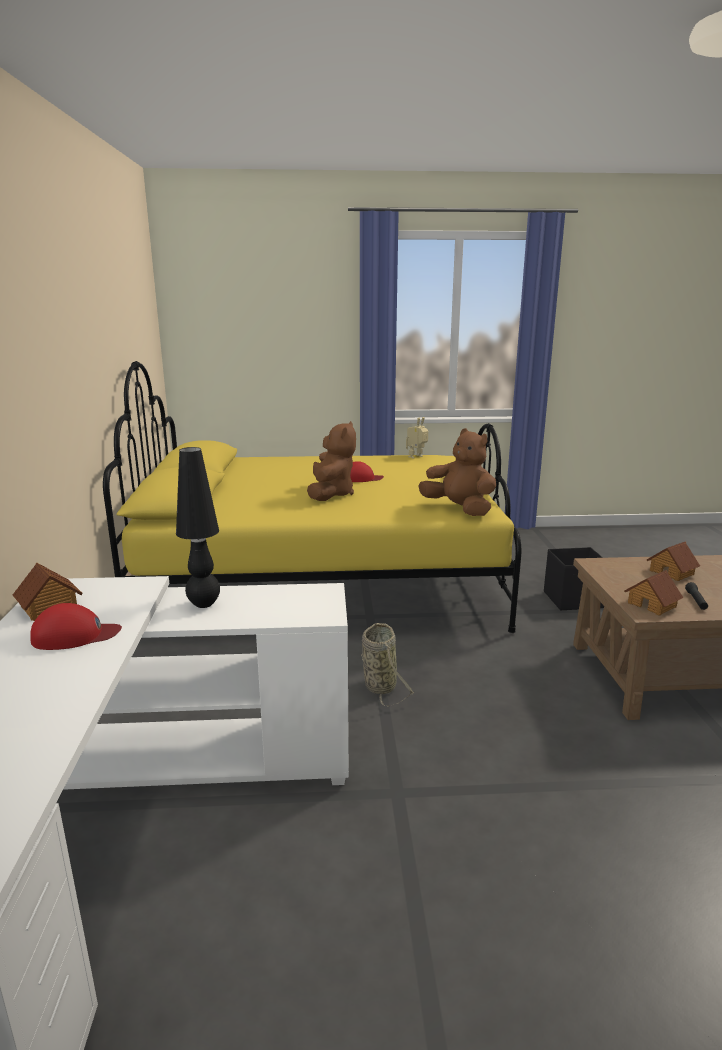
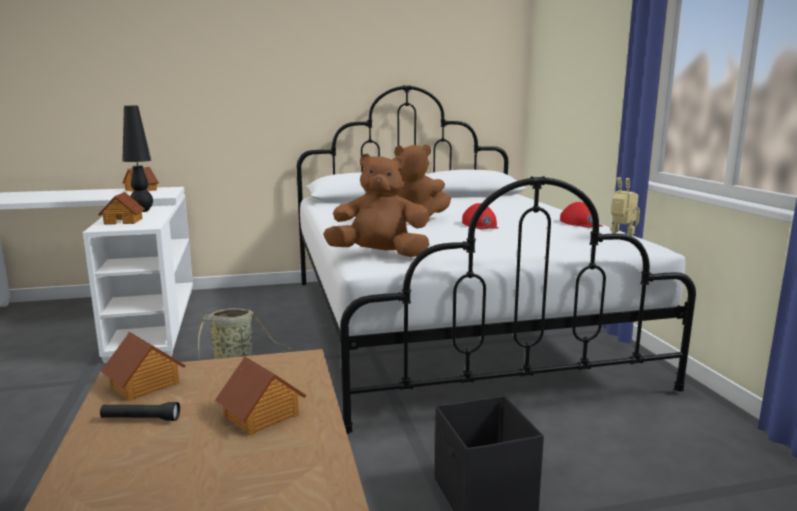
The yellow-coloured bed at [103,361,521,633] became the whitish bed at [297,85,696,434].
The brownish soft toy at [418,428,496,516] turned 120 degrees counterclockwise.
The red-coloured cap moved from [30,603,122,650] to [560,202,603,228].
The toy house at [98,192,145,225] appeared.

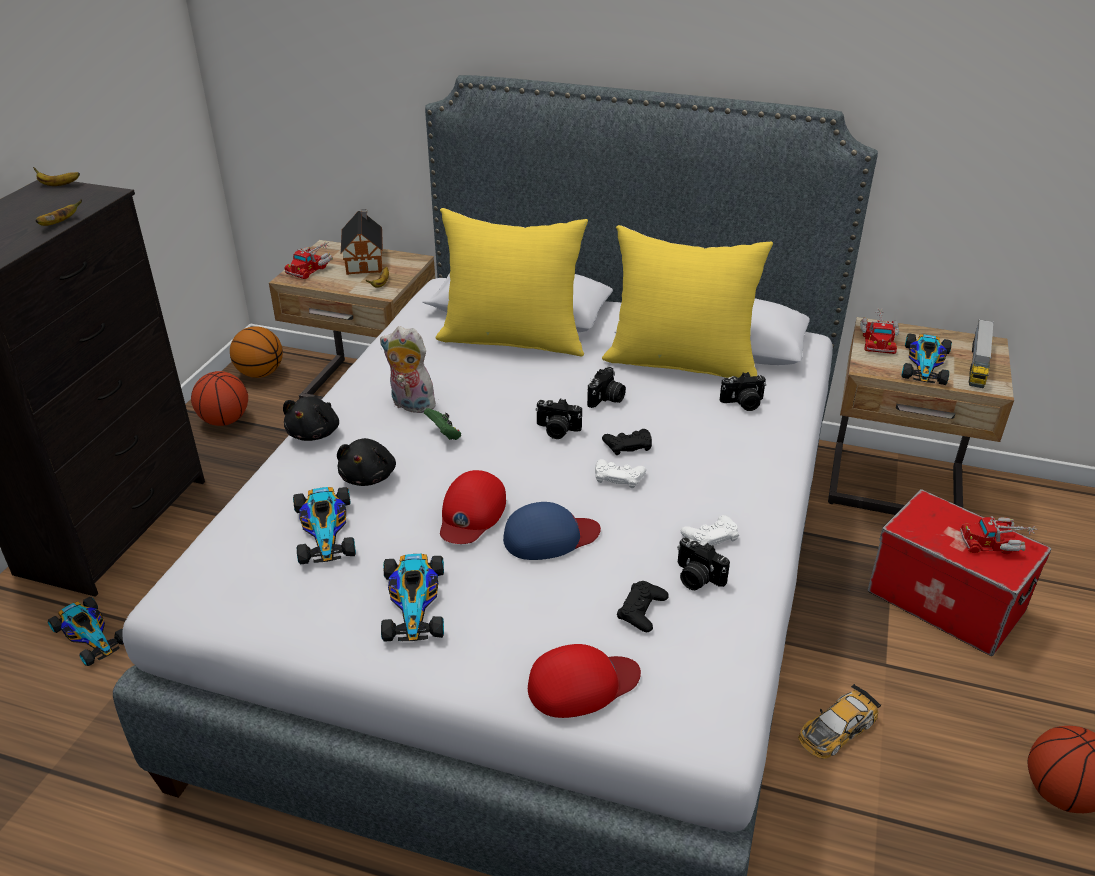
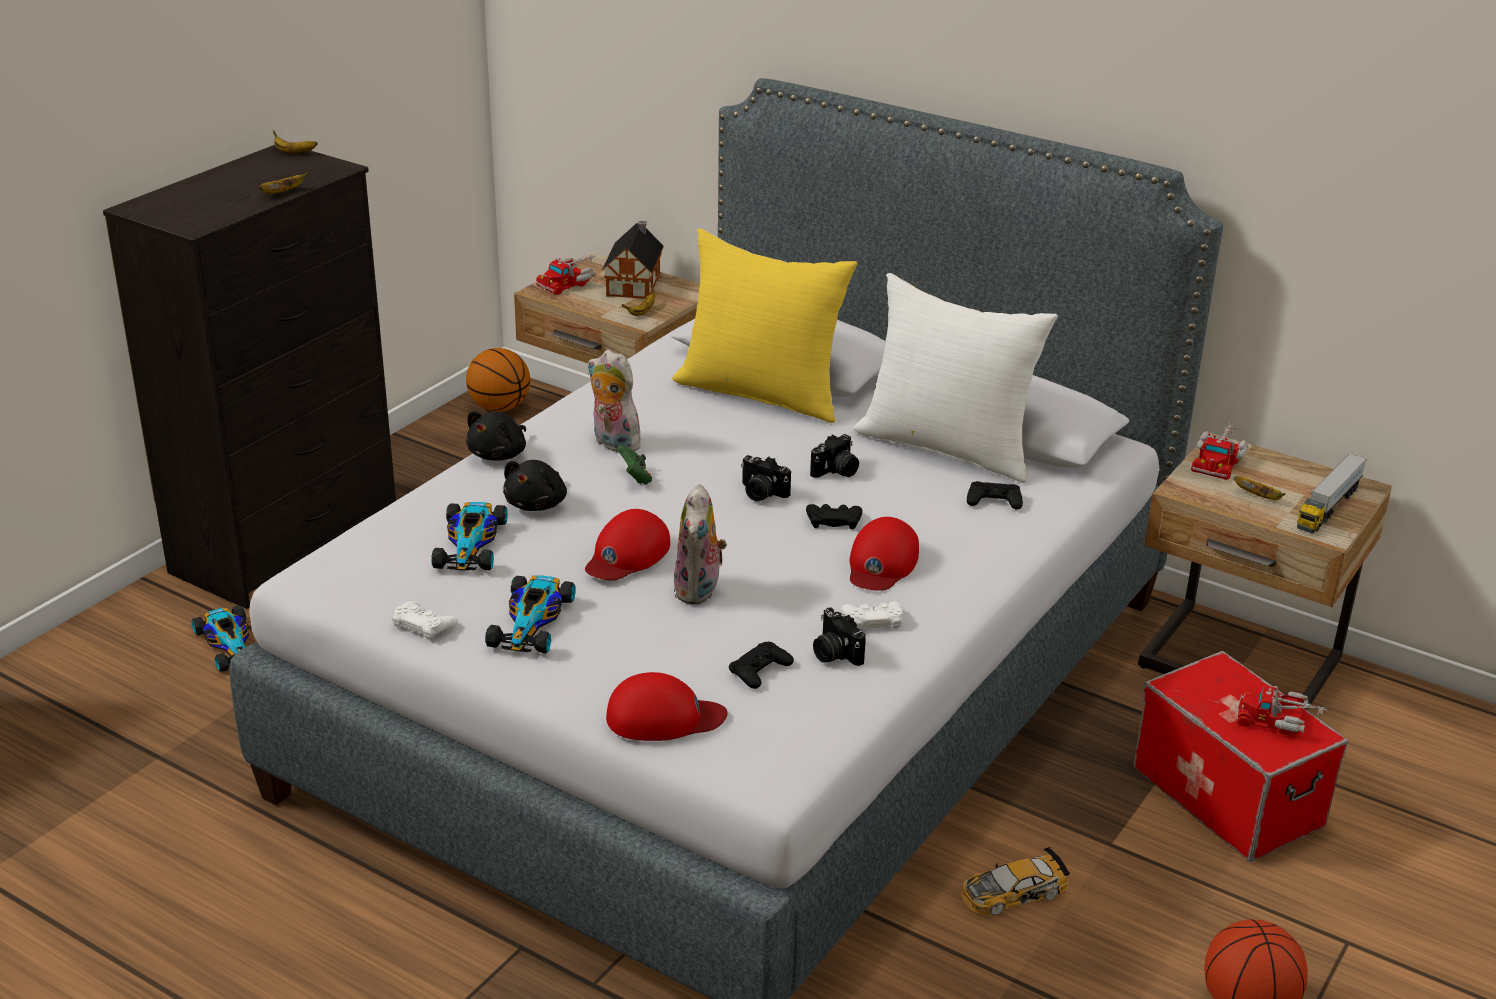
The yellow-coloured cushion at [602,225,773,378] became the whitish cushion at [854,273,1058,483].
The model car at [902,334,952,385] was replaced by the whole banana at [1234,476,1286,500].
The basketball at [191,371,248,426] disappeared.
The photo camera at [720,372,766,411] was replaced by the black game controller at [967,481,1023,510].
The whitish game controller moved from [595,459,646,488] to [391,601,458,640].
The bluish cap at [503,502,601,560] was replaced by the soft toy at [674,484,727,604].
The red-coloured cap at [849,517,919,591] appeared.

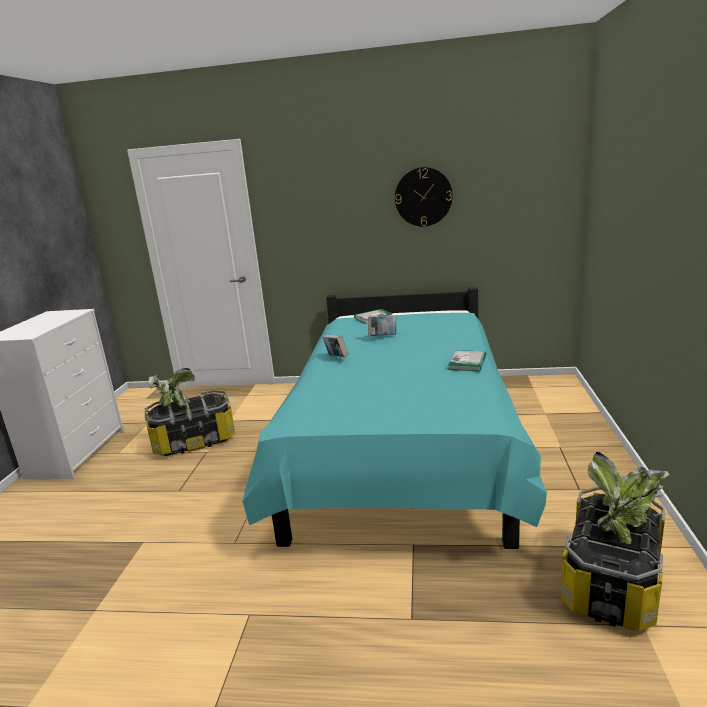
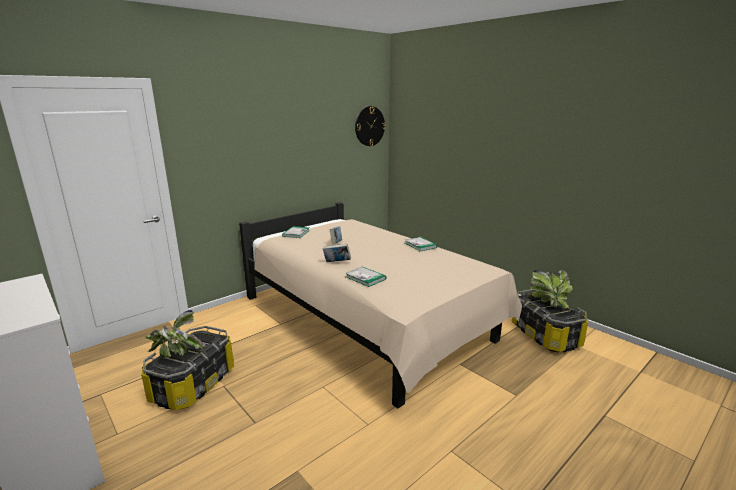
The wall clock moved from [395,167,452,227] to [355,106,386,146].
The blue-green bed at [242,287,547,549] became the beige-coloured bed at [239,202,522,409].
The volume at [345,267,386,287] appeared.

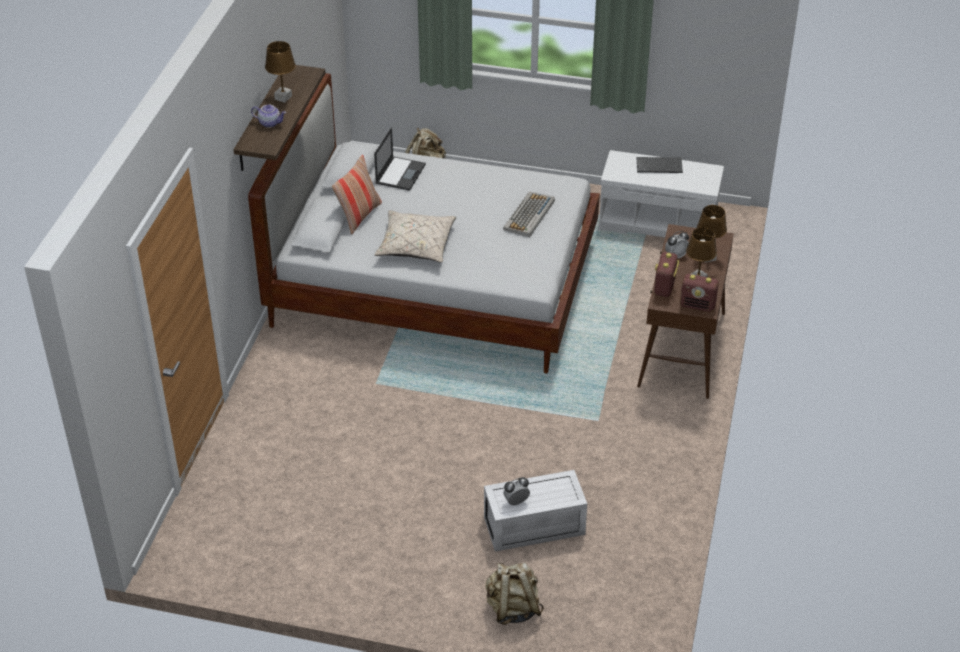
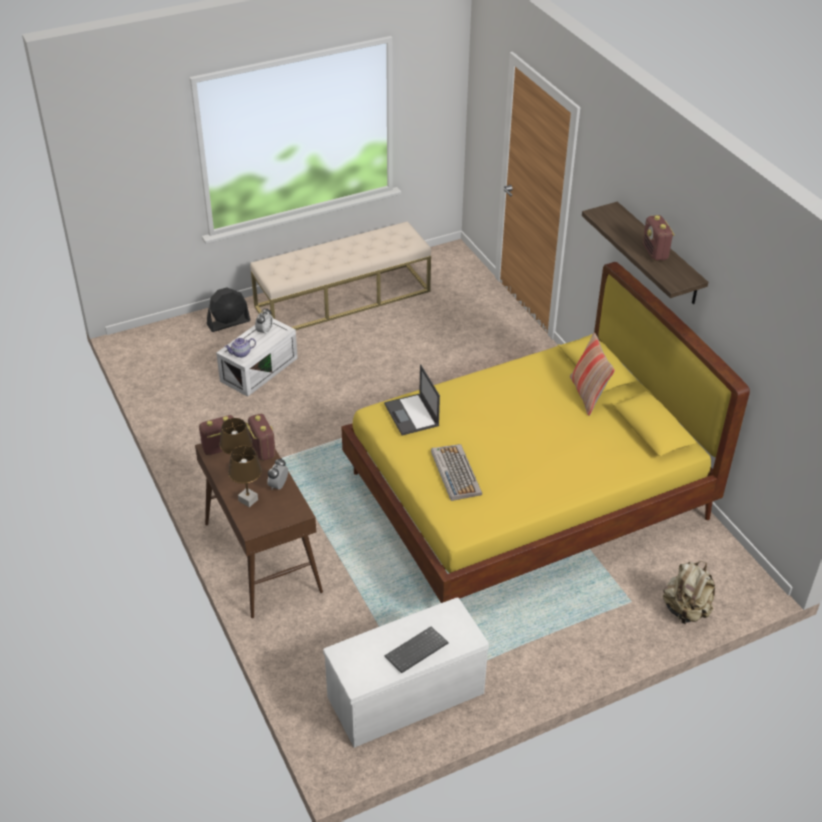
The brownish tabletop lamp at [265,41,296,103] was replaced by the radio at [643,215,675,261].
The whitish bed at [248,73,600,374] became the yellow-coloured bed at [341,262,750,603].
The pot for tea moved from [251,105,286,128] to [224,338,256,358].
The notebook computer moved from [374,127,426,191] to [384,364,440,436].
The beige-coloured cushion at [375,210,456,263] disappeared.
The beige-coloured rucksack at [486,562,544,625] was replaced by the black cooling fan at [207,287,250,332].
The beige-coloured long seat at [250,221,431,330] appeared.

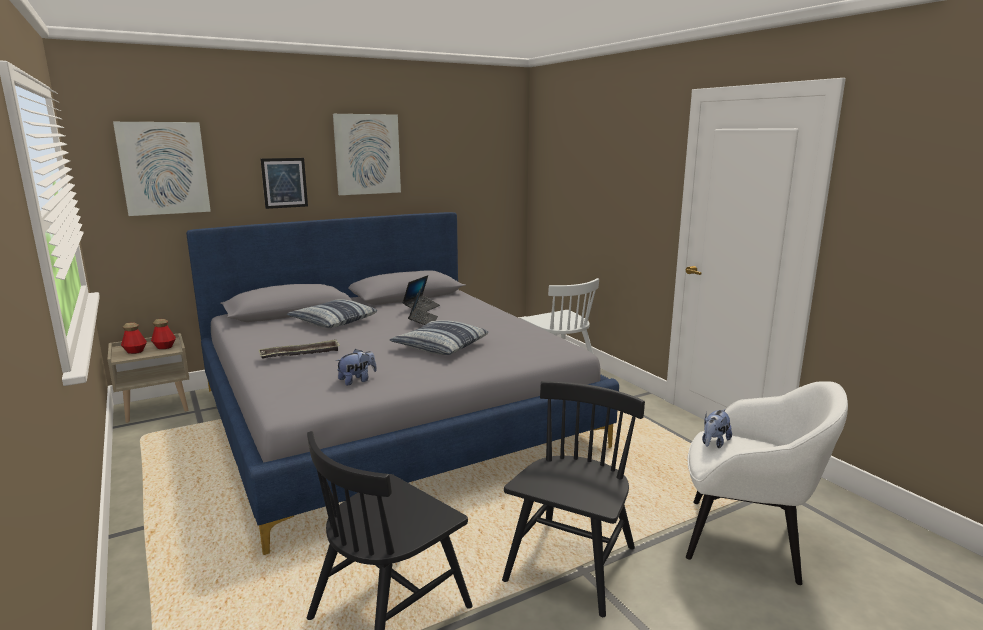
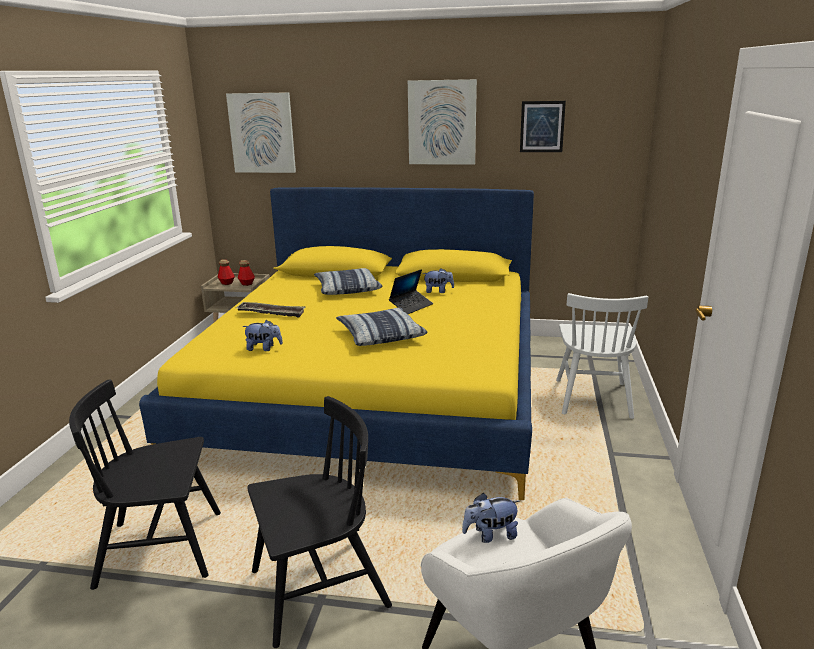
The wall picture moved from [261,158,308,209] to [520,101,566,152].
The gray bed at [186,212,619,555] became the yellow-coloured bed at [139,187,534,500].
The notebook computer at [402,275,440,312] was replaced by the soft toy at [423,268,454,293].

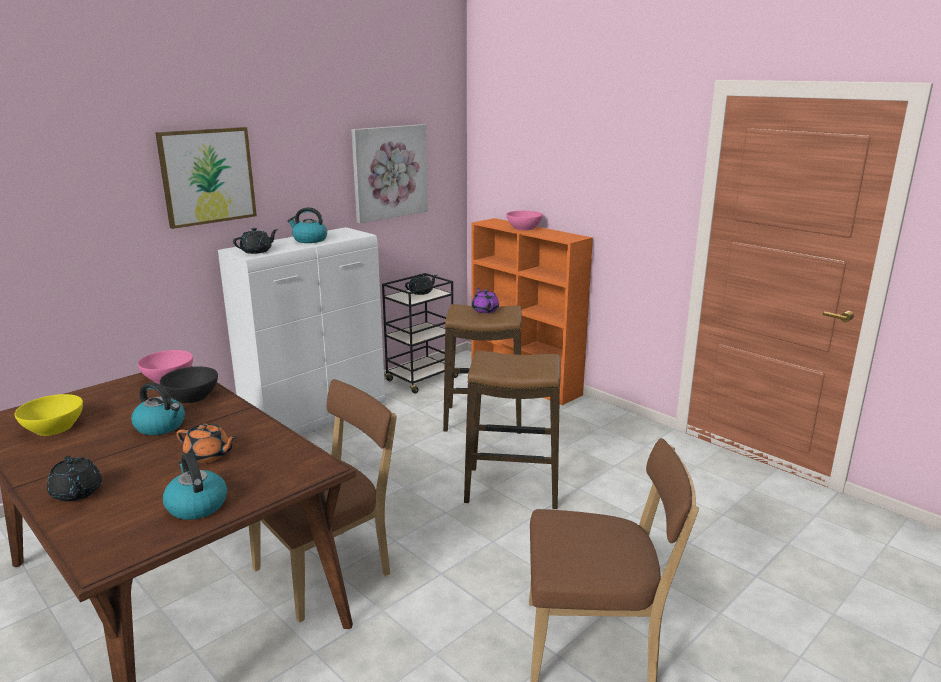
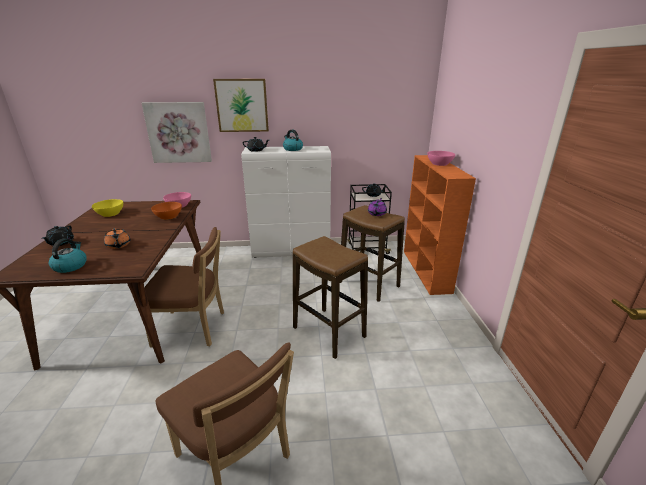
The wall picture moved from [351,124,428,223] to [142,102,212,163].
The black deep dish at [160,367,218,403] became the orange-coloured deep dish at [151,202,182,220].
The kettle at [131,382,185,435] disappeared.

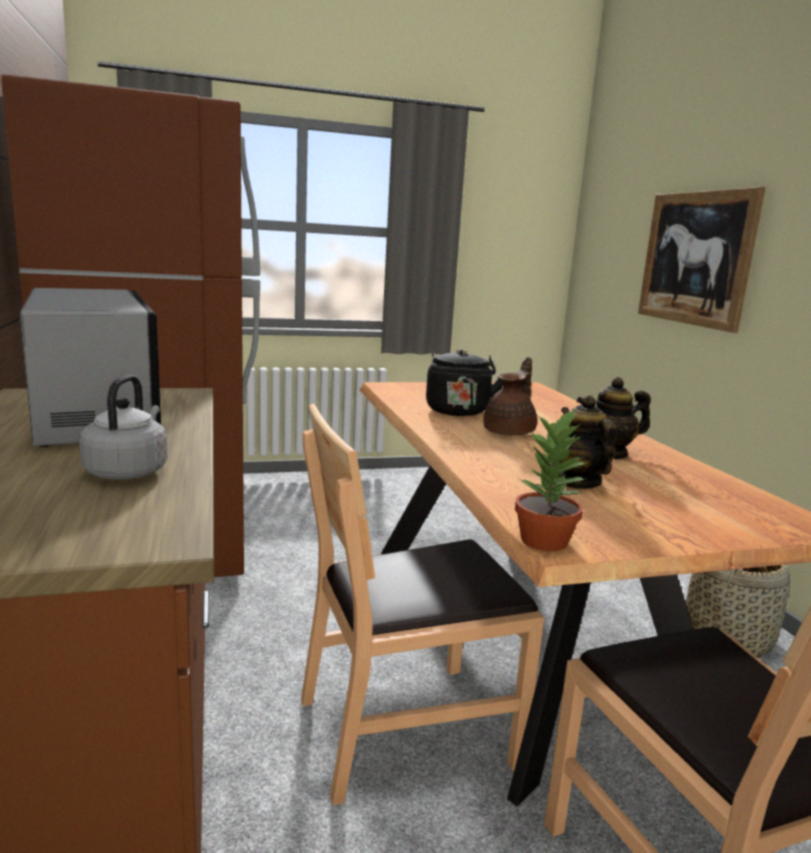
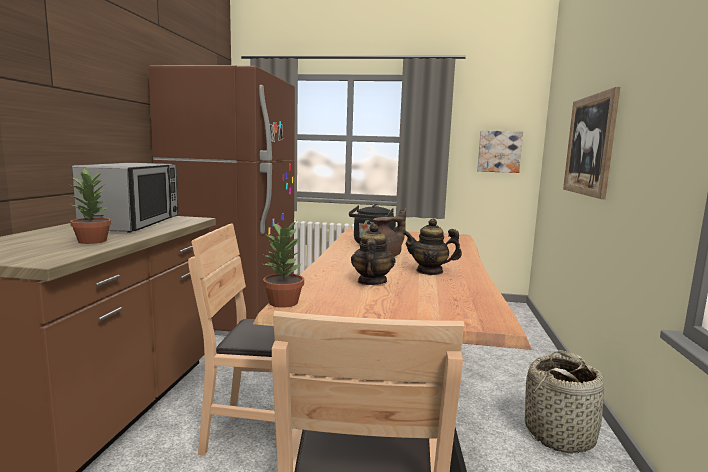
The gray kettle at [79,374,167,480] was replaced by the houseplant at [70,169,111,244].
The wall picture at [477,131,523,173] appeared.

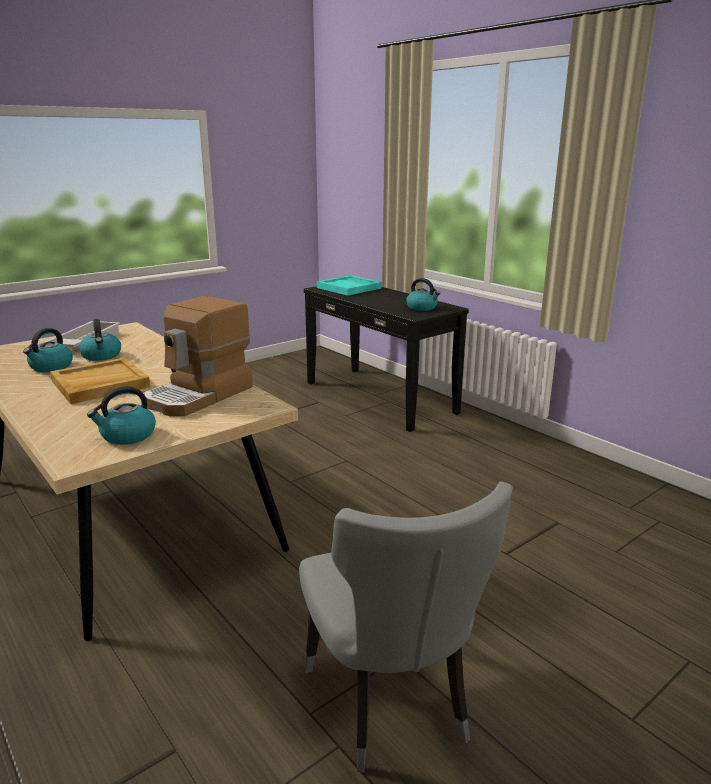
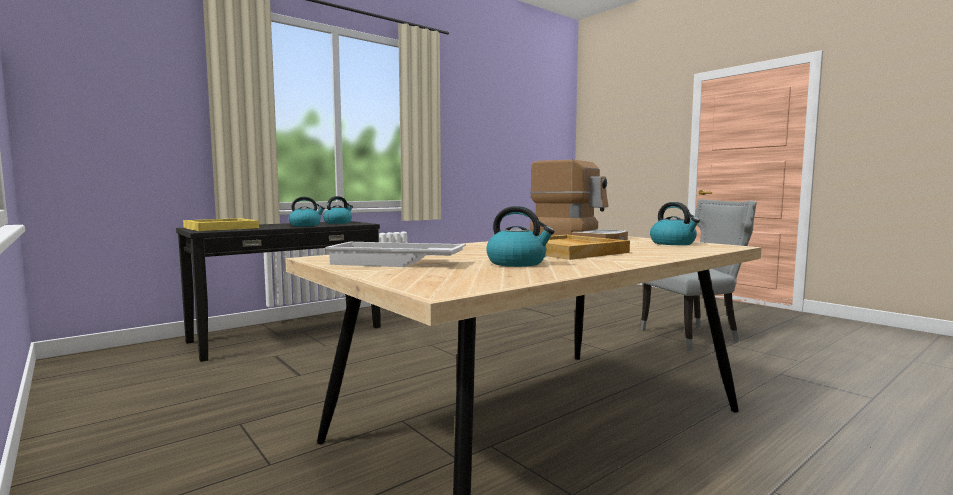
The blue-green serving tray at [317,275,382,296] became the yellow-coloured serving tray at [183,218,259,231].
The kettle moved from [79,319,121,361] to [289,197,325,226].

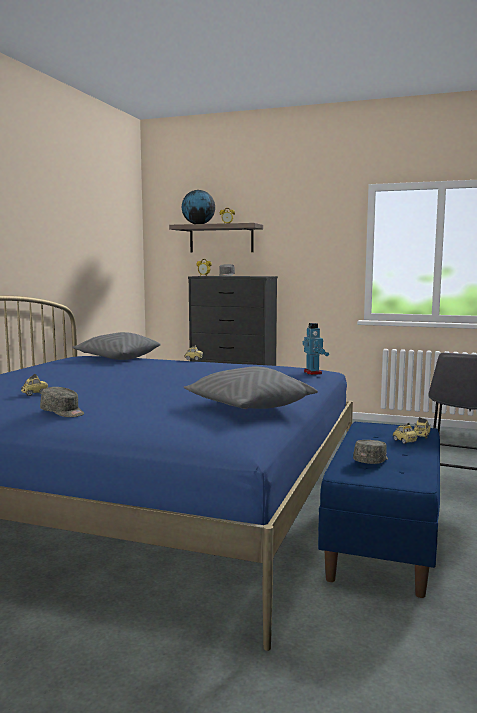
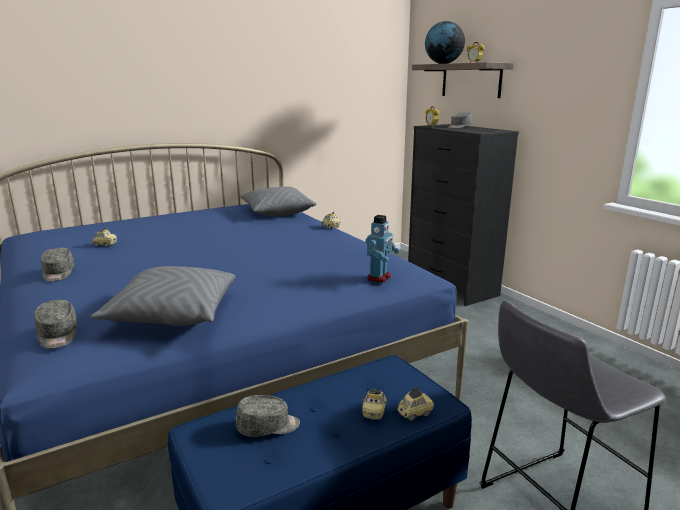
The gray cap at [34,300,77,349] appeared.

